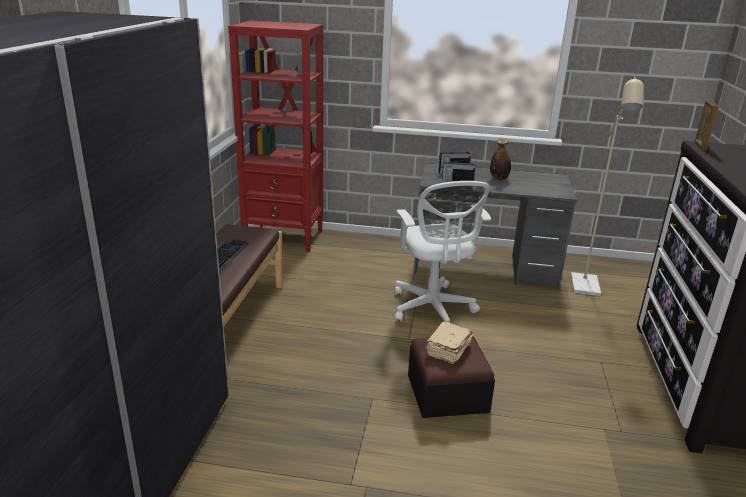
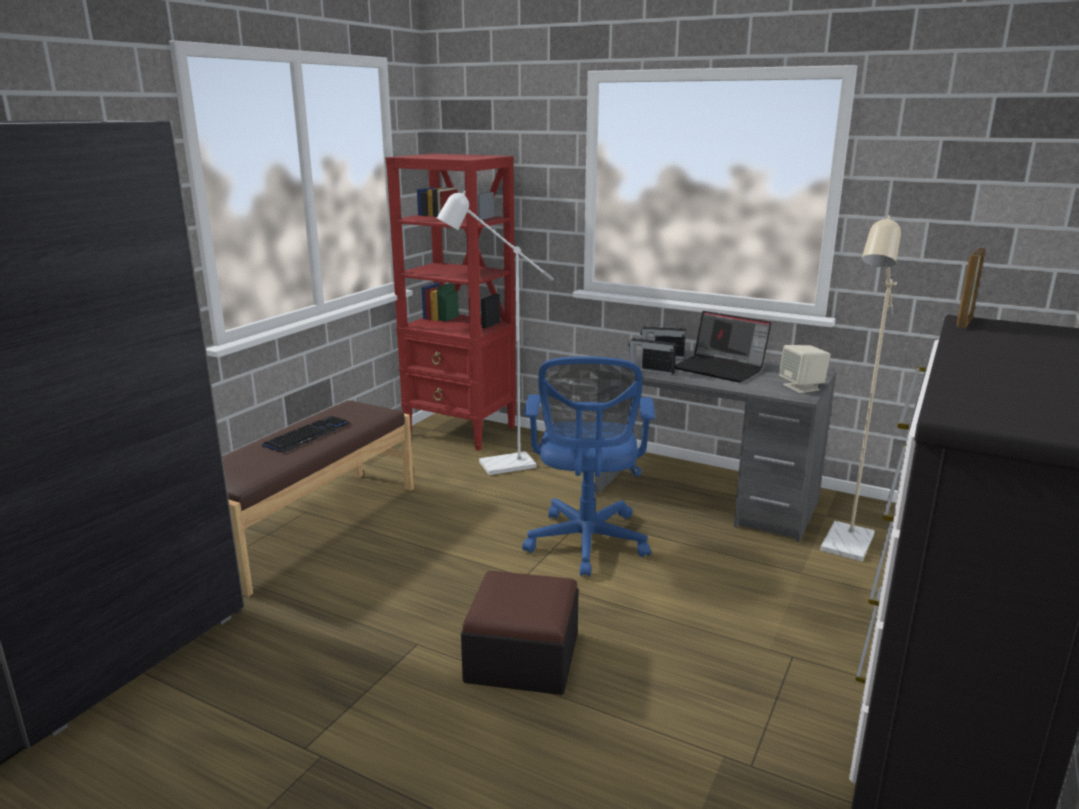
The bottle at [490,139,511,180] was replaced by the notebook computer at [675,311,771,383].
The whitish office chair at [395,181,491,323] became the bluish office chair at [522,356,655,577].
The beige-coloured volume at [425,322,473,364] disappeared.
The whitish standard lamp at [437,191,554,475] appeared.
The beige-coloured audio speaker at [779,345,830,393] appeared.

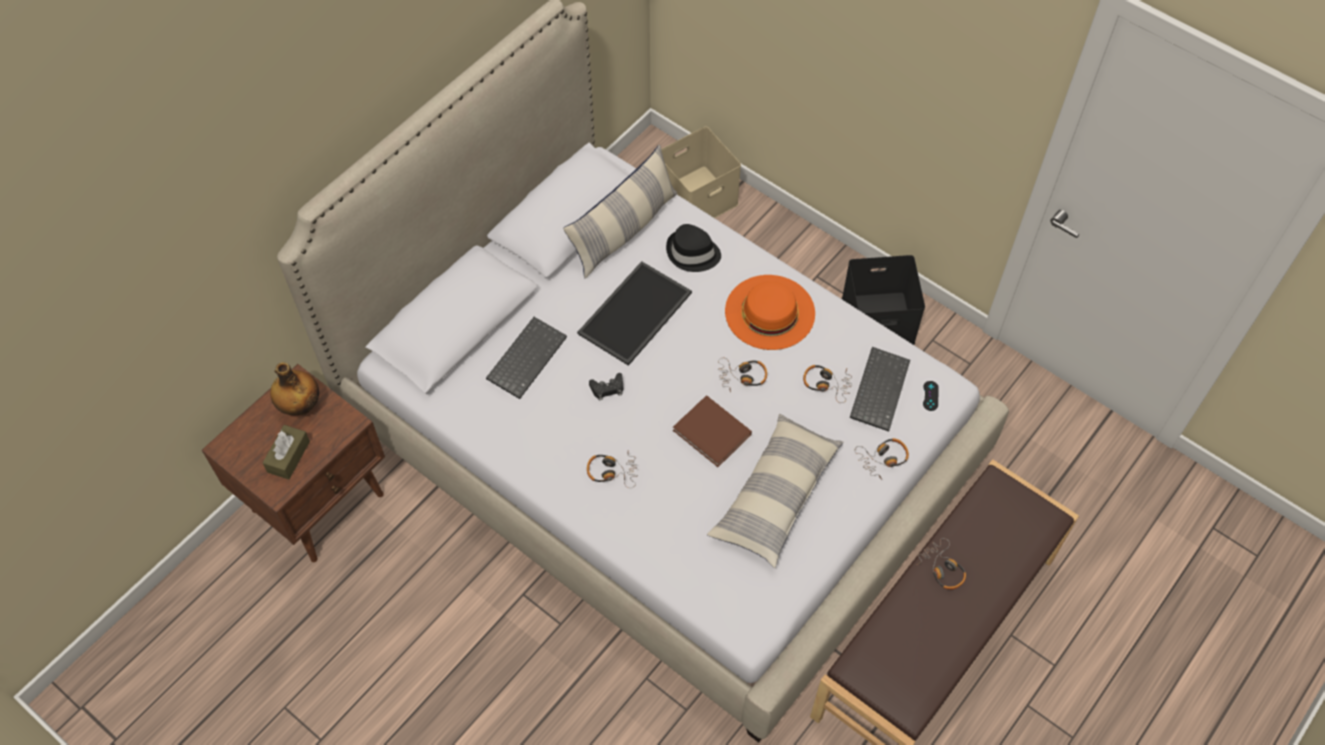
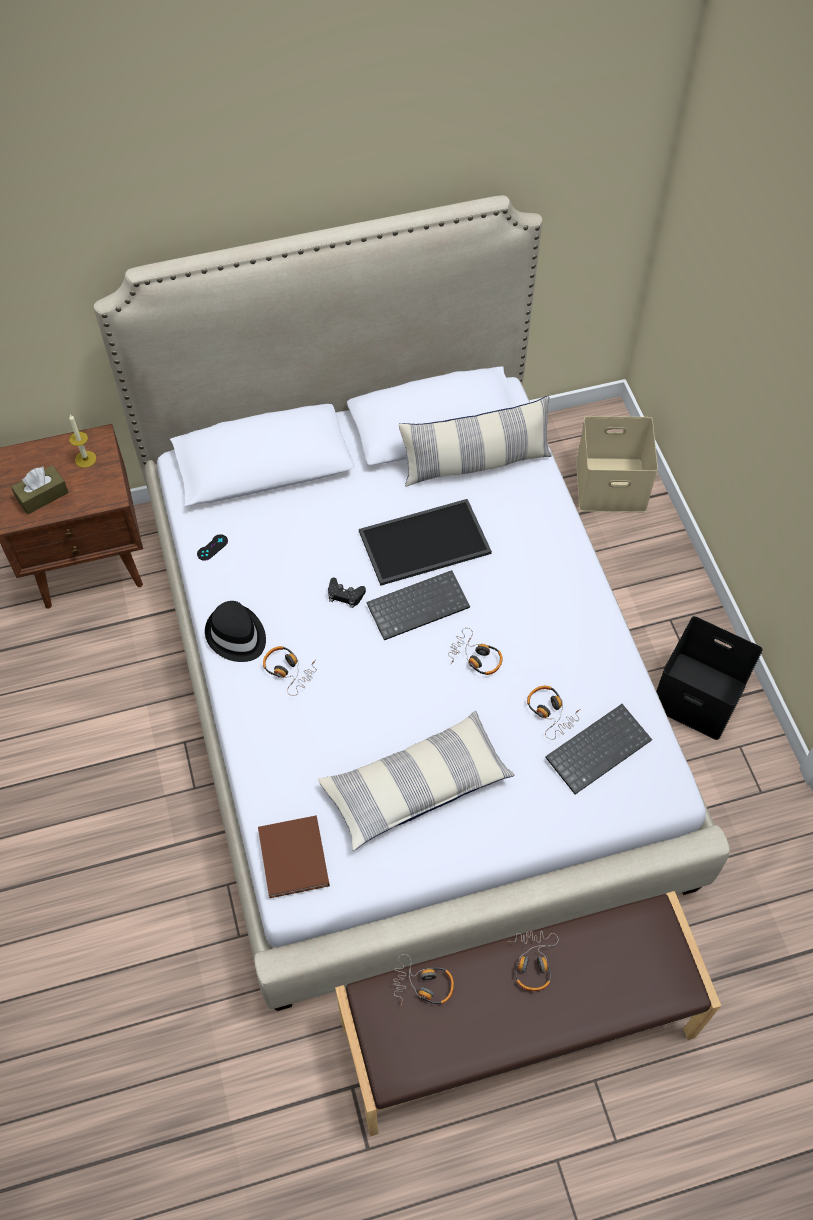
The black hat moved from [666,224,721,272] to [205,601,266,662].
The orange-coloured hat at [725,275,815,350] disappeared.
The PC keyboard moved from [486,317,567,399] to [367,570,470,640].
The bottle at [270,362,319,415] was replaced by the wax light at [69,414,96,468].
The black game controller moved from [923,381,939,411] to [197,534,228,561].
The brownish volume moved from [673,395,752,467] to [258,815,330,898].
The headset moved from [855,438,909,479] to [393,954,454,1006].

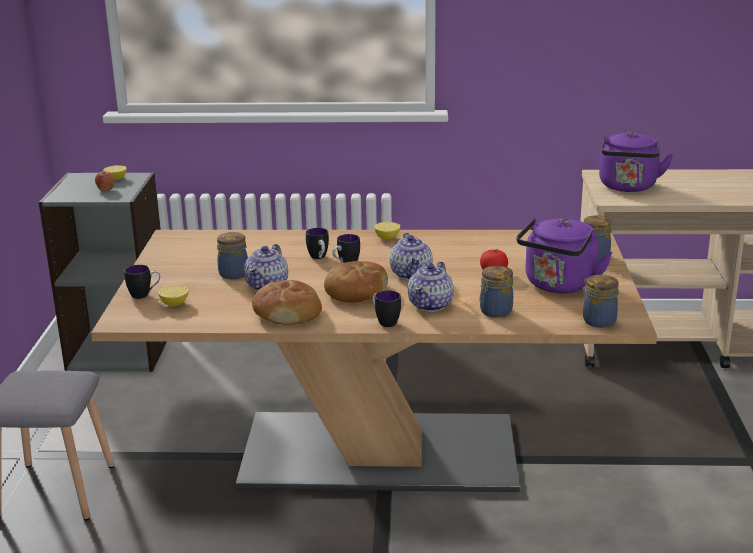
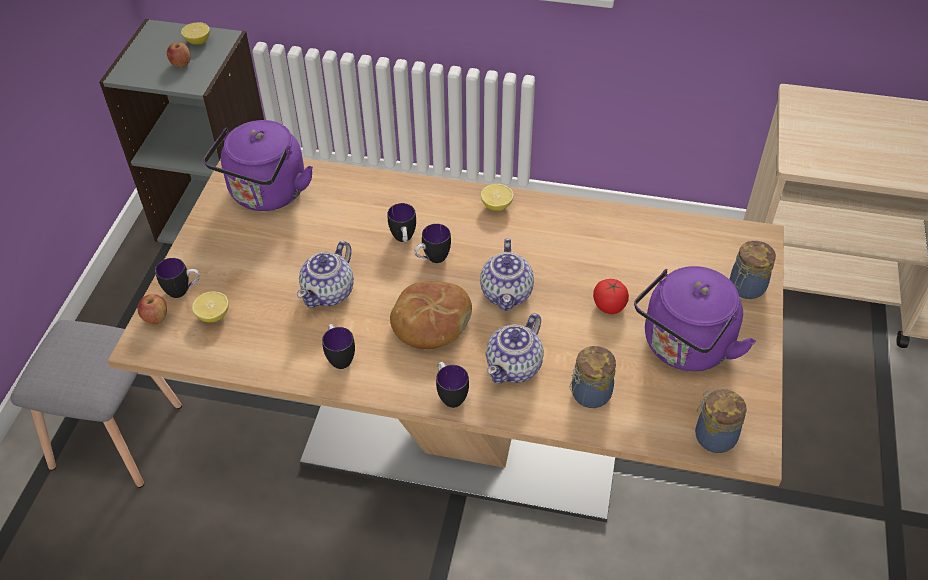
The purplish kettle moved from [599,131,674,192] to [203,120,313,211].
The preserve jar at [217,232,248,279] disappeared.
The bread at [252,280,322,325] was replaced by the tea mug at [322,324,355,369].
The apple fruit at [137,294,167,324] appeared.

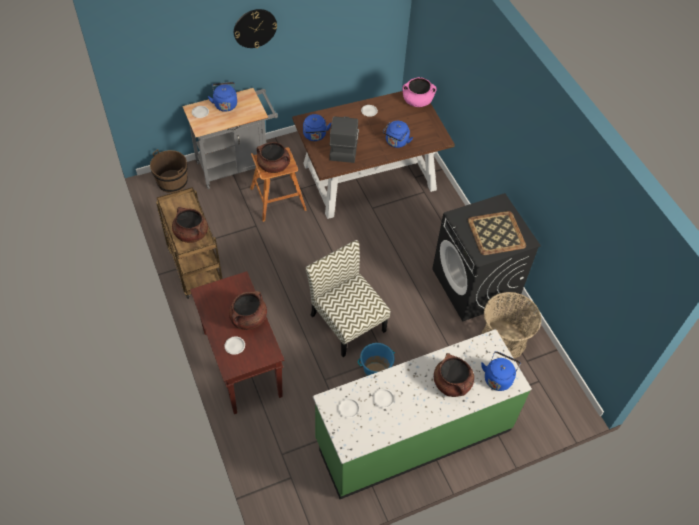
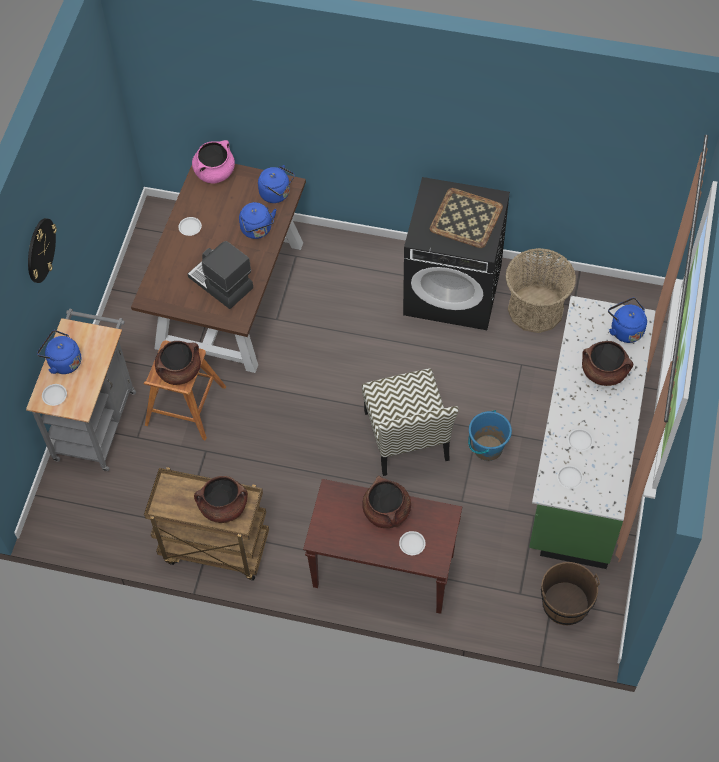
The bluish kettle moved from [303,114,332,141] to [258,165,295,203].
The brownish pail moved from [150,149,188,193] to [541,562,600,625].
The upright chair at [305,240,391,357] turned 105 degrees counterclockwise.

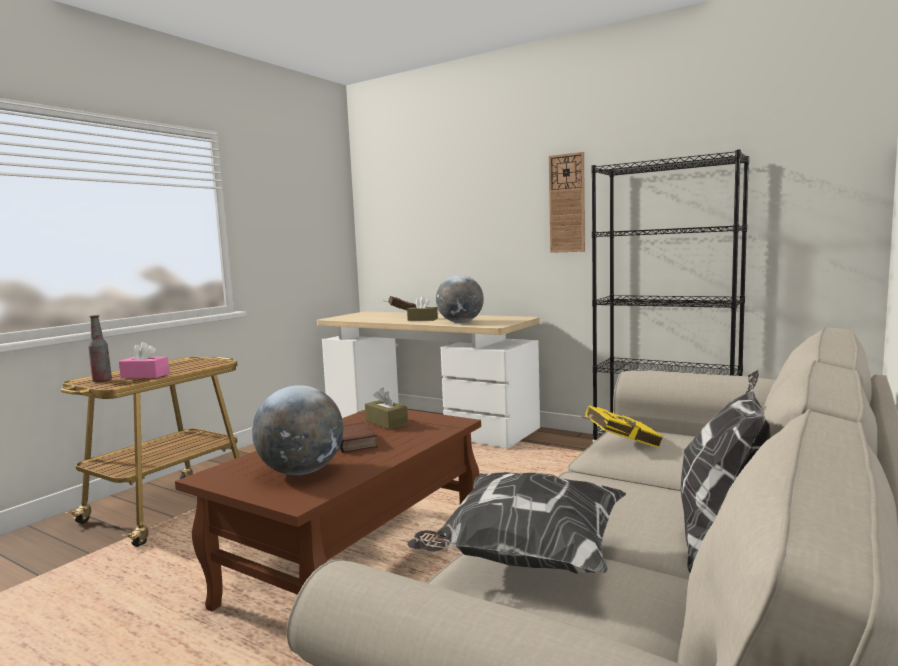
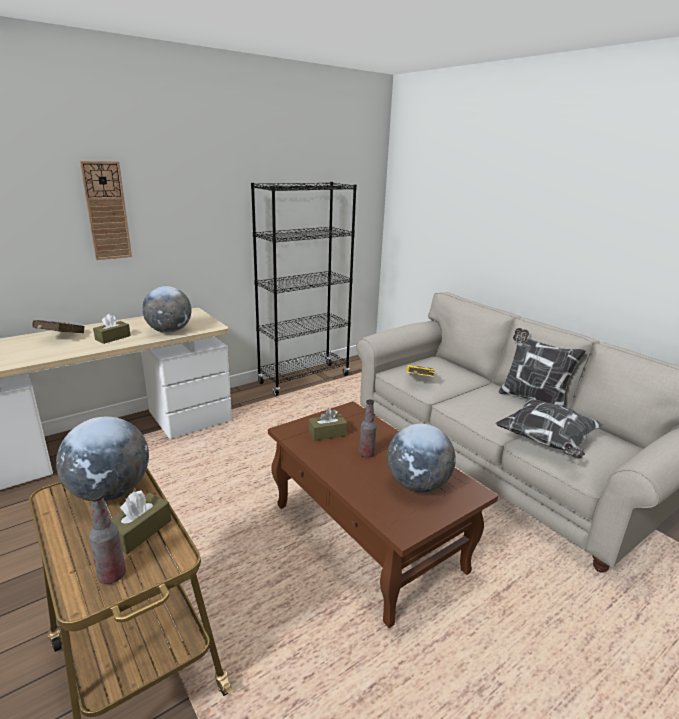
The wall clock moved from [549,152,585,253] to [80,161,132,260].
The pink-coloured box of tissues at [119,342,169,378] became the brownish box of tissues at [110,490,171,554].
The volume at [339,422,378,453] was replaced by the bottle at [359,399,377,457].
The world globe at [56,416,149,501] appeared.

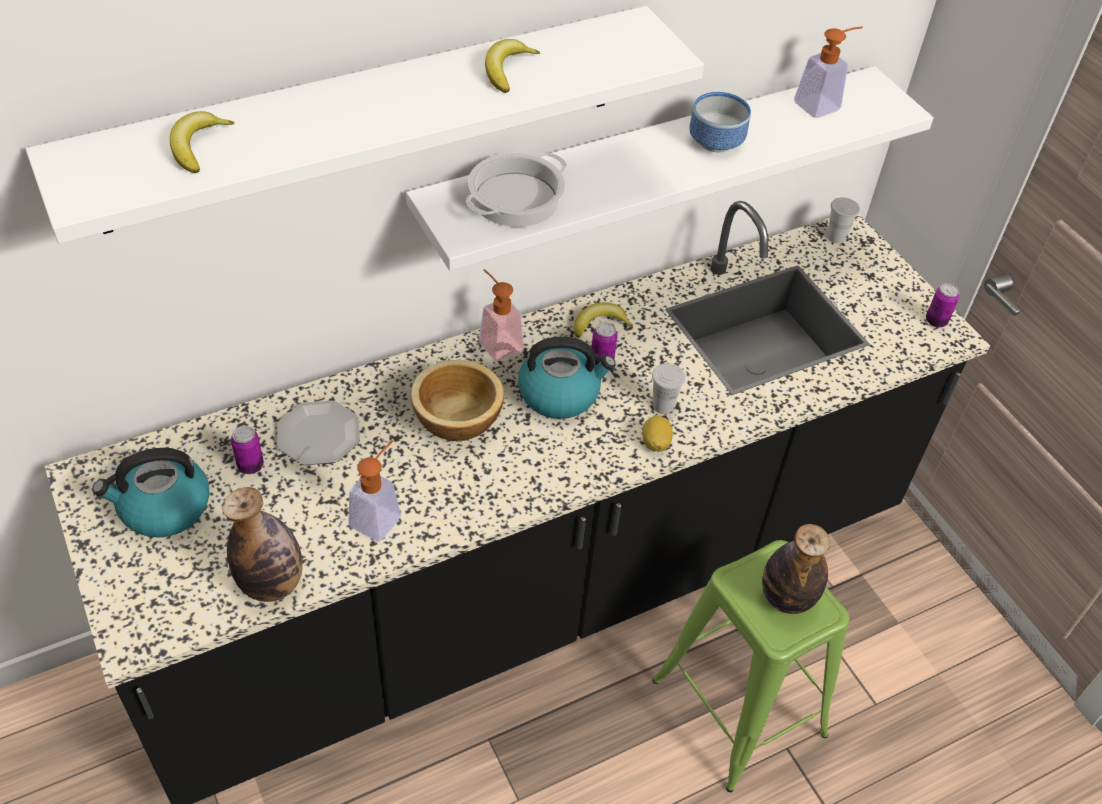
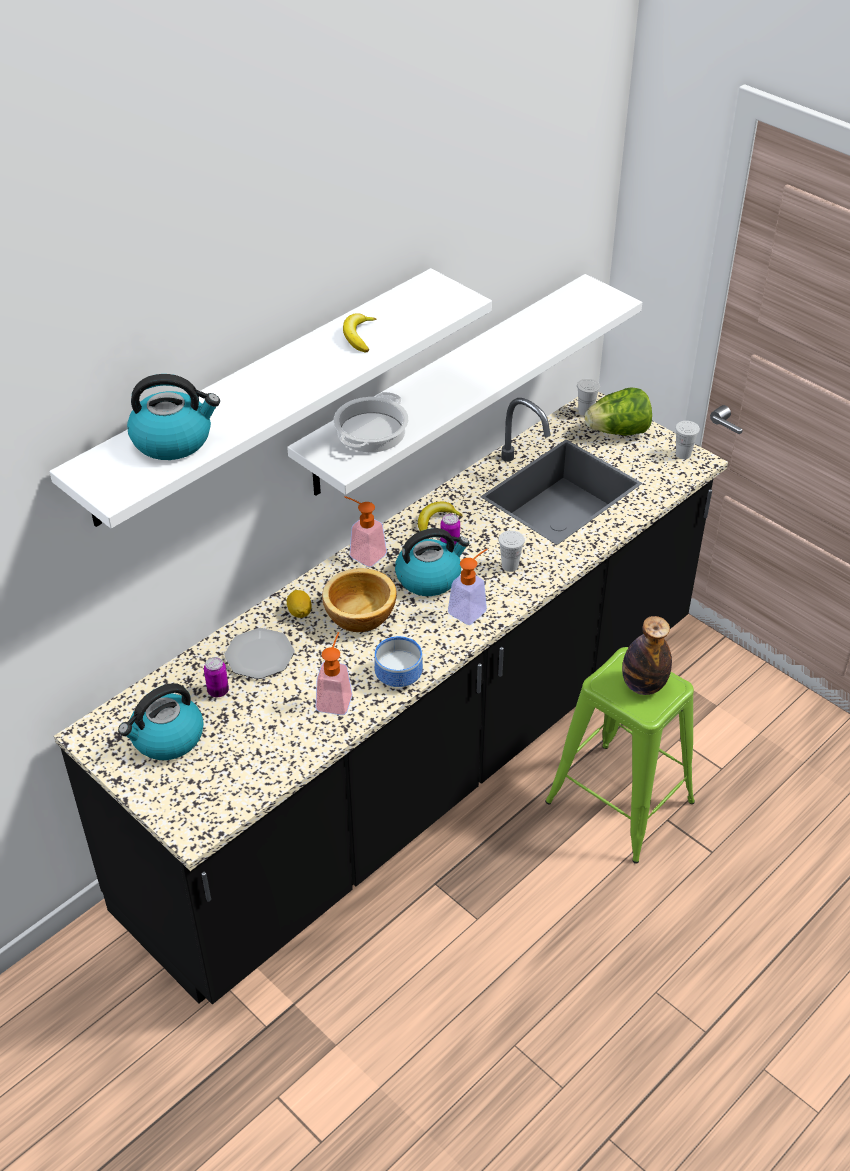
The soap dispenser moved from [794,26,863,118] to [448,549,487,625].
The deep dish moved from [689,92,751,152] to [374,636,423,687].
The whole banana at [170,111,235,173] was replaced by the kettle at [127,374,220,460].
The metal can at [926,283,959,327] was replaced by the whitish small cup at [675,421,700,459].
The lemon moved from [642,414,673,452] to [287,590,312,618].
The bottle at [222,487,302,602] disappeared.
The lettuce head at [585,387,652,436] appeared.

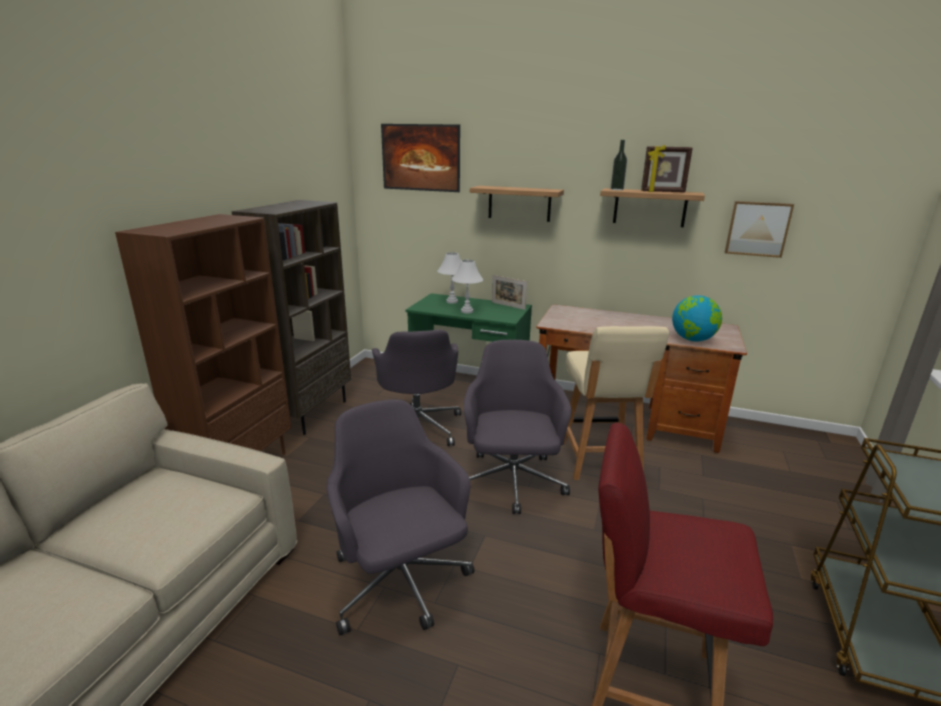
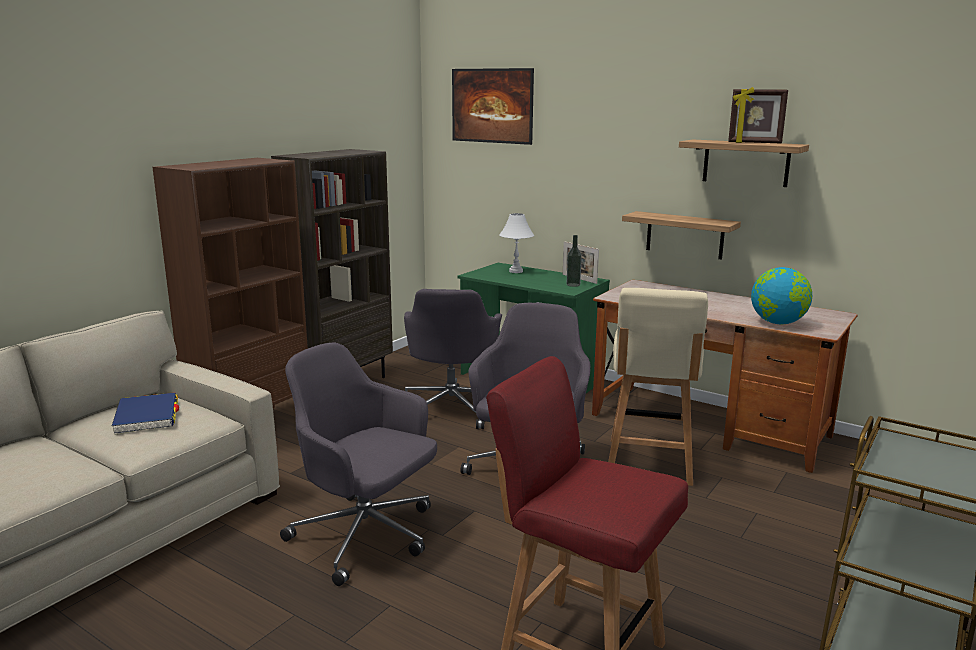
The bottle moved from [611,140,627,190] to [567,235,582,287].
The bracket shelf moved from [470,186,564,222] to [622,211,741,260].
The wall picture at [725,201,794,258] disappeared.
The whitish tabletop lamp at [452,260,483,314] disappeared.
The gray office chair at [327,399,475,635] turned 45 degrees counterclockwise.
The bluish volume at [112,393,179,435] appeared.

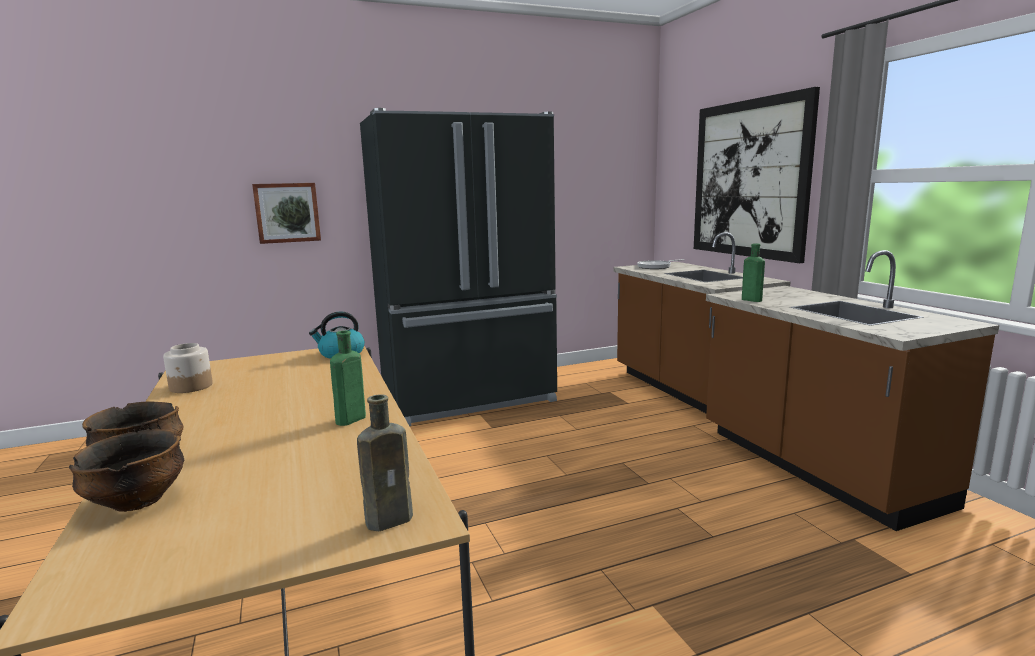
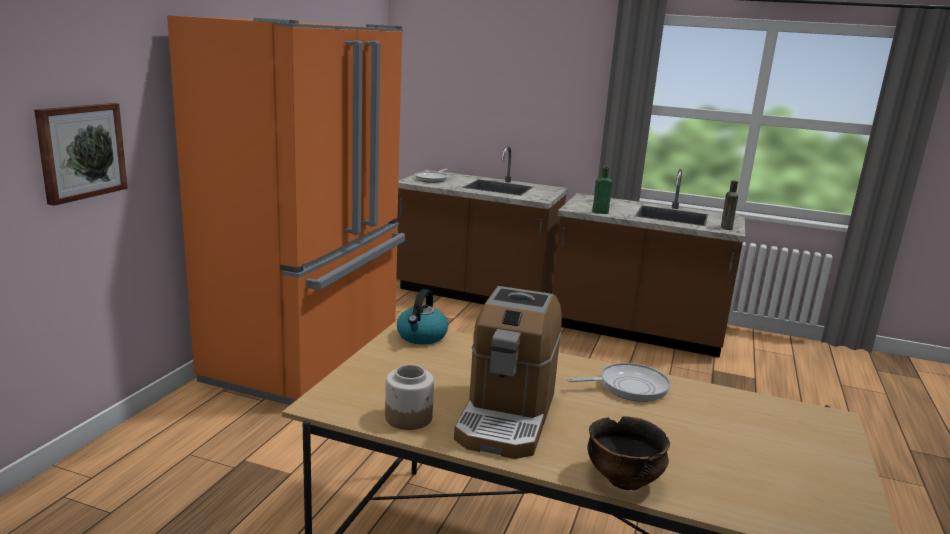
The wall picture at [694,87,820,263] disappeared.
The black refrigerator at [360,108,557,426] became the orange-coloured refrigerator at [167,15,405,405].
The greenish bottle at [330,330,366,426] was replaced by the skillet at [567,363,671,402].
The brownish bottle moved from [357,394,413,531] to [721,181,738,230].
The deep dish at [69,429,184,512] disappeared.
The coffee brewer at [454,286,562,459] appeared.

